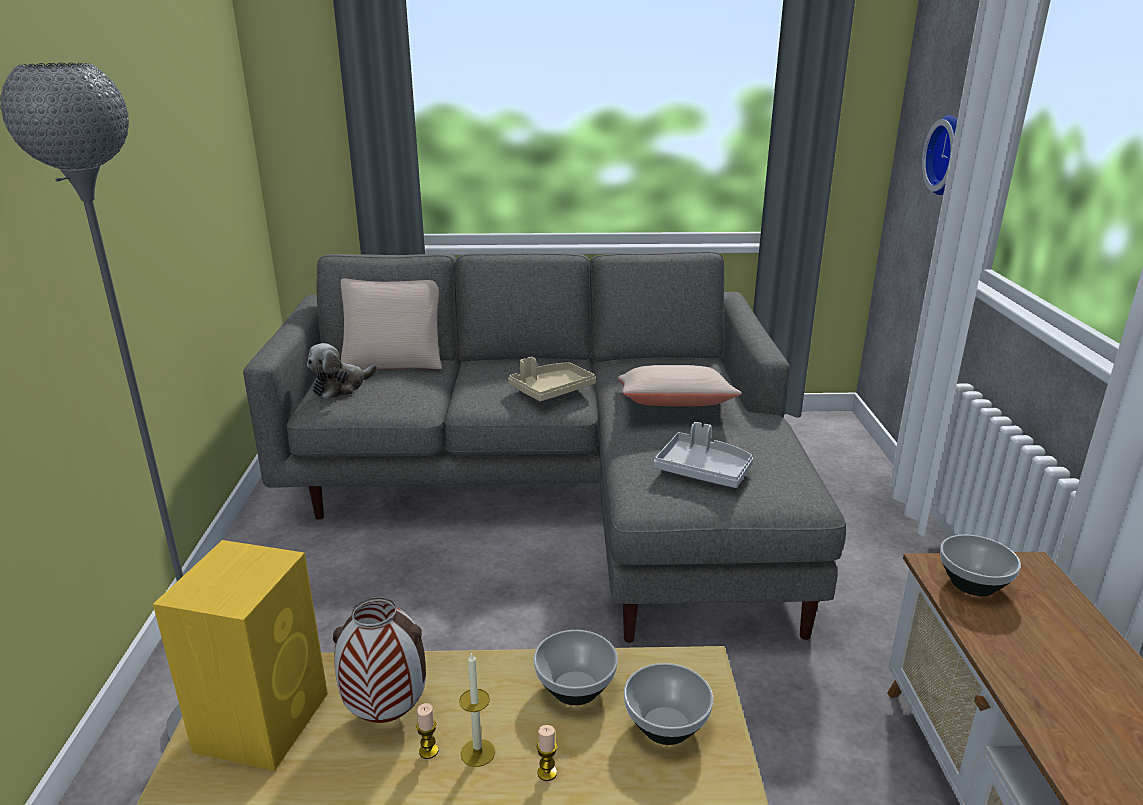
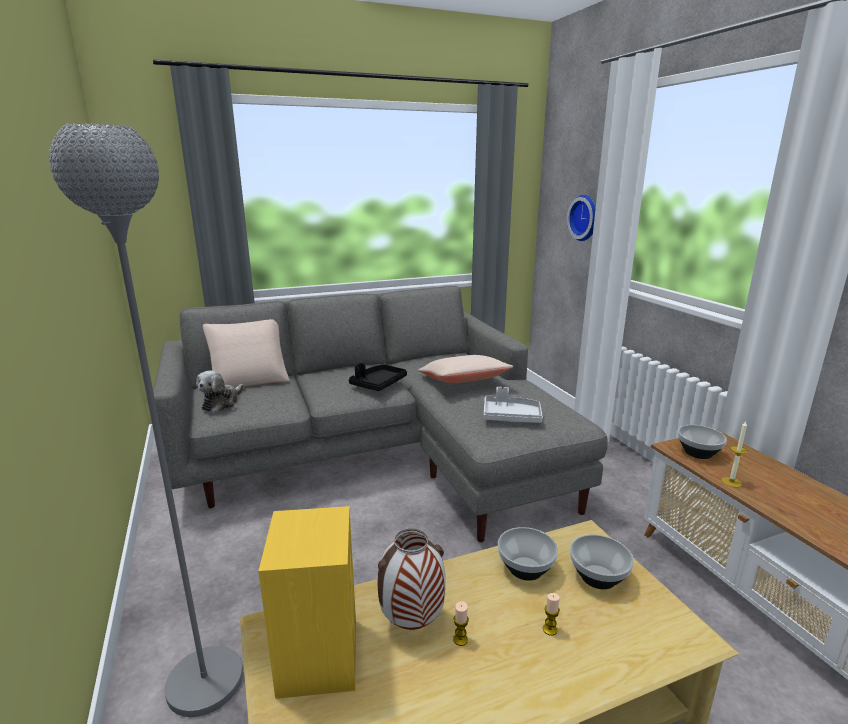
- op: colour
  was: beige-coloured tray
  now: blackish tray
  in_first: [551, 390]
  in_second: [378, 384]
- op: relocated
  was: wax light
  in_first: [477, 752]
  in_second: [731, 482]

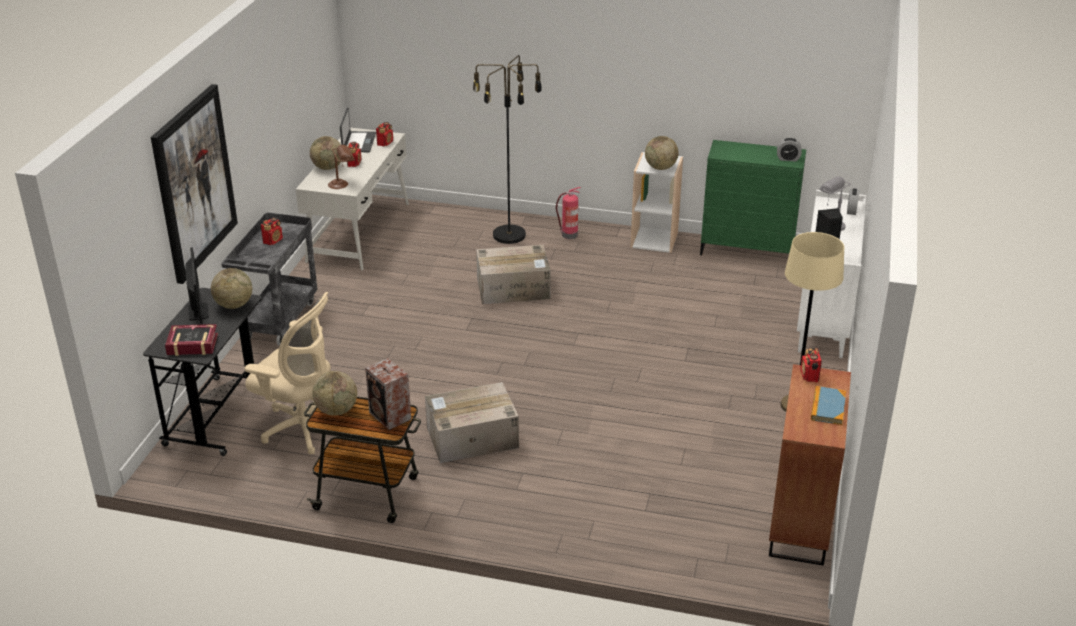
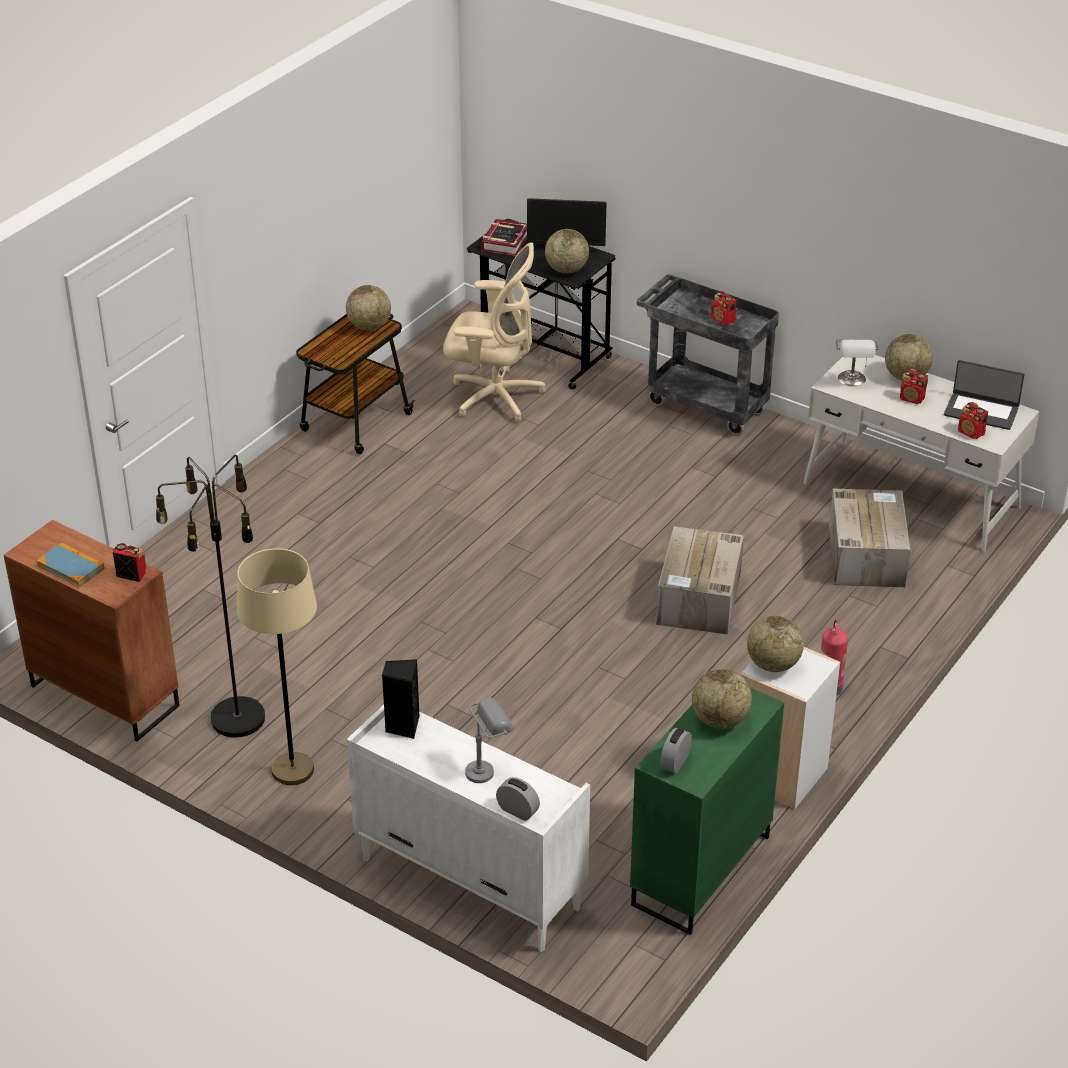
- op: relocated
  was: standard lamp
  in_first: [509, 236]
  in_second: [236, 718]
- op: spun
  was: beige-coloured computer chair
  in_first: [299, 427]
  in_second: [490, 397]
  clockwise: -120
- op: appeared
  now: desk globe
  in_second: [720, 720]
- op: relocated
  was: cardboard box
  in_first: [471, 438]
  in_second: [865, 555]
- op: colour
  was: brownish table lamp
  now: white table lamp
  in_first: [342, 183]
  in_second: [853, 382]
- op: missing
  was: wall art
  in_first: [194, 183]
- op: missing
  was: audio speaker
  in_first: [390, 417]

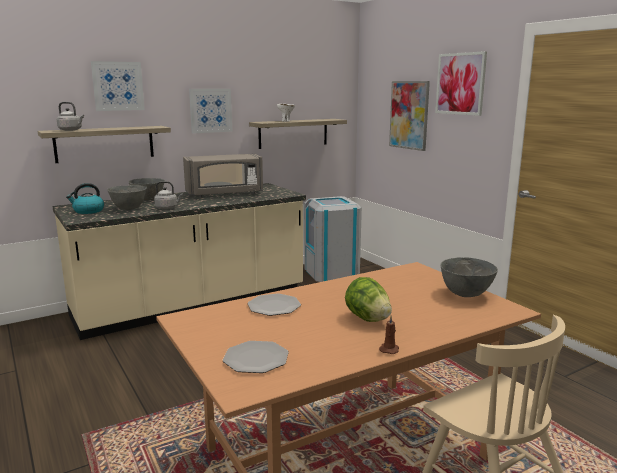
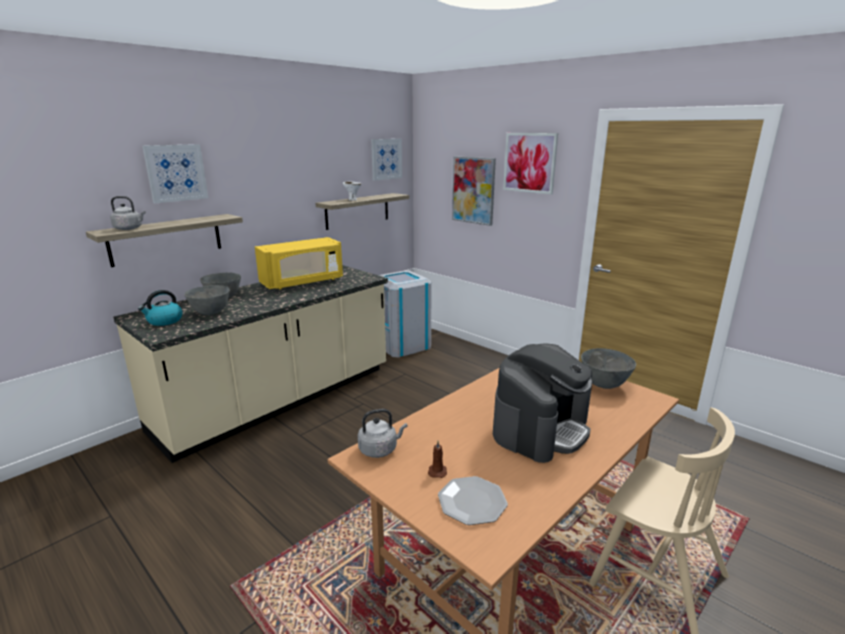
- op: colour
  was: gray microwave
  now: yellow microwave
  in_first: [224, 193]
  in_second: [303, 282]
- op: relocated
  was: gray water kettle
  in_first: [167, 208]
  in_second: [380, 449]
- op: relocated
  was: wall art
  in_first: [210, 110]
  in_second: [386, 159]
- op: relocated
  was: brownish wax light
  in_first: [389, 349]
  in_second: [437, 471]
- op: exchanged
  was: head of lettuce
  now: coffee maker
  in_first: [367, 318]
  in_second: [541, 428]
- op: missing
  was: plate
  in_first: [274, 306]

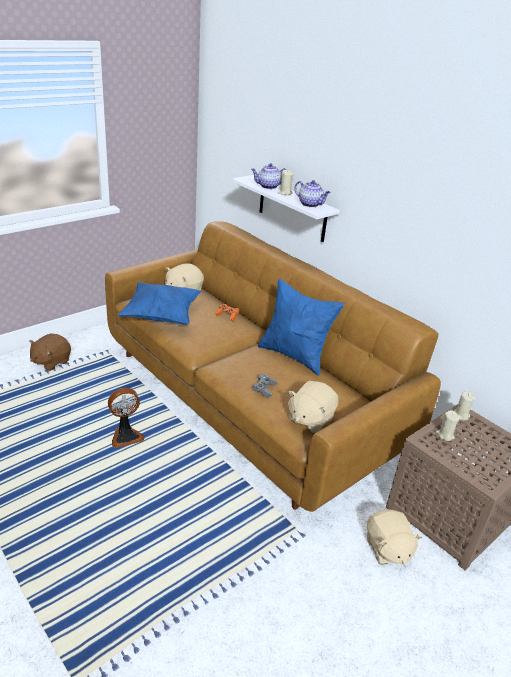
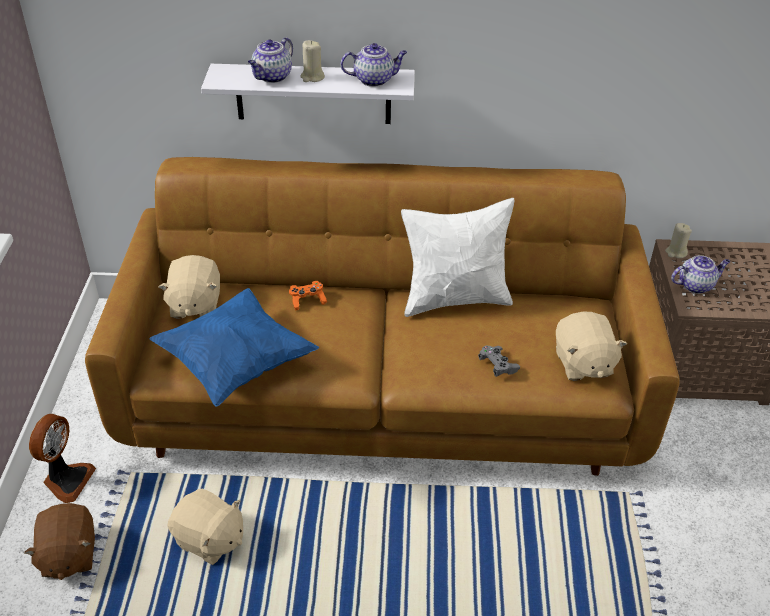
- op: relocated
  was: electric fan
  in_first: [126, 436]
  in_second: [67, 480]
- op: relocated
  was: beige-coloured soft toy
  in_first: [387, 549]
  in_second: [209, 540]
- op: colour
  was: blue-coloured throw pillow
  now: white throw pillow
  in_first: [294, 356]
  in_second: [455, 299]
- op: exchanged
  was: beige-coloured wax light
  now: teapot
  in_first: [444, 435]
  in_second: [696, 285]

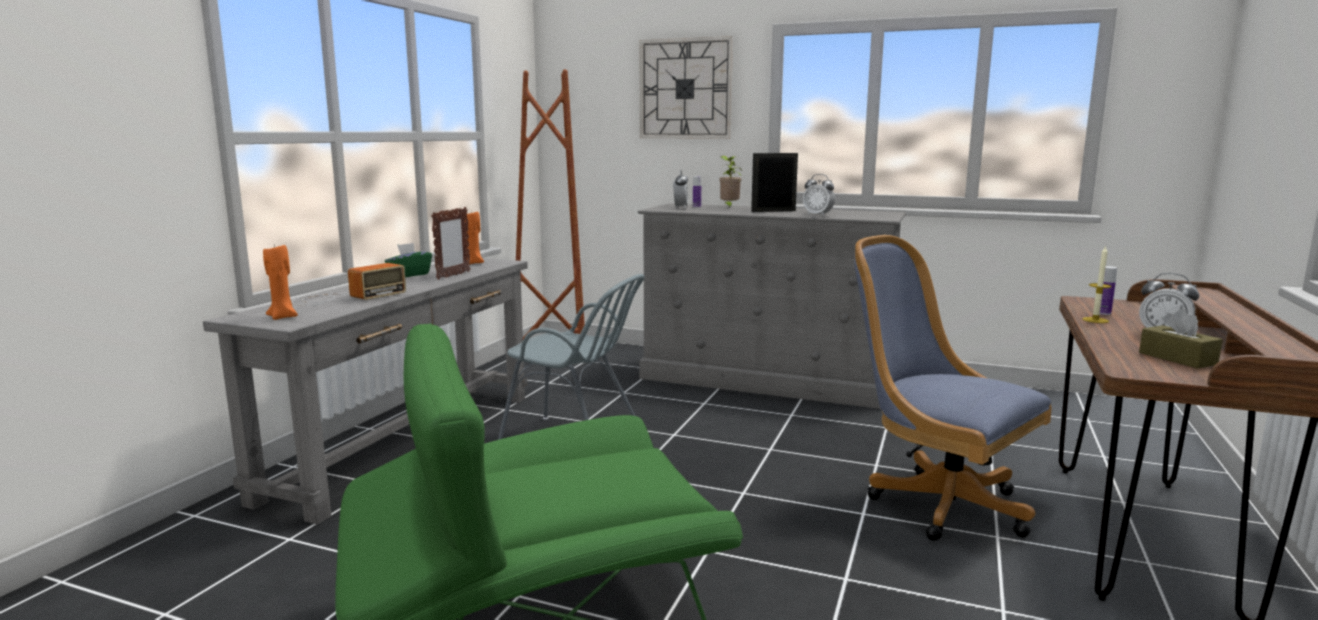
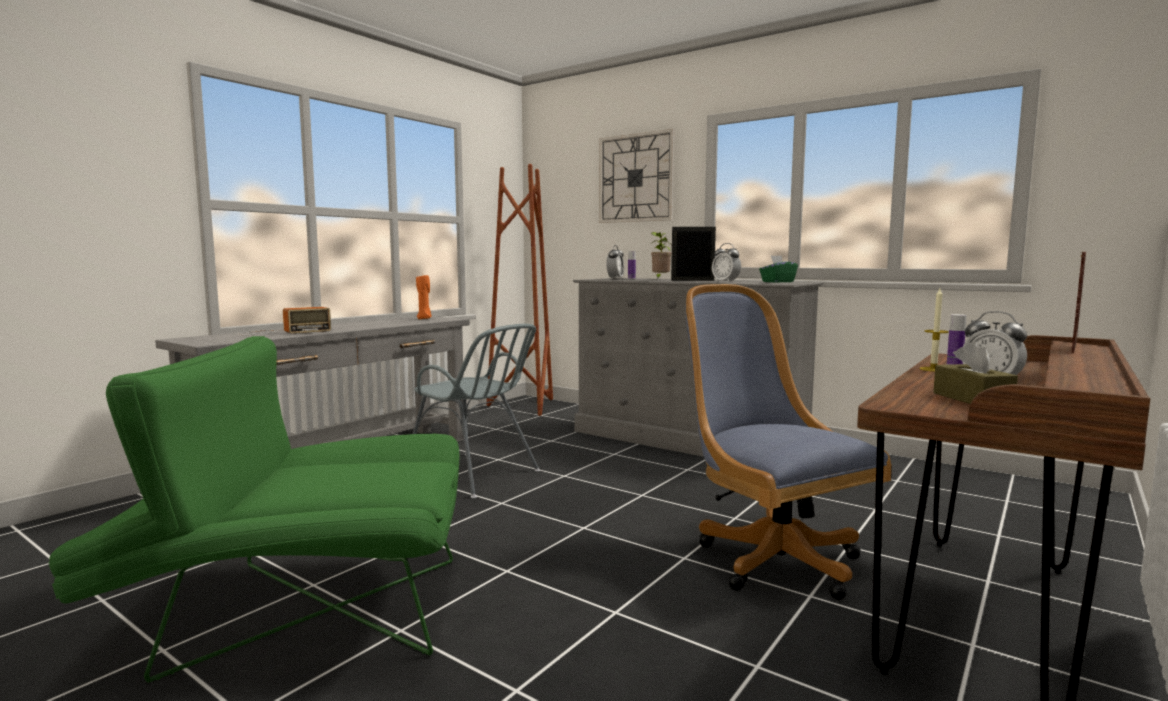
- op: relocated
  was: green-coloured box of tissues
  in_first: [409, 275]
  in_second: [777, 282]
- op: relocated
  was: photo frame
  in_first: [453, 275]
  in_second: [1073, 349]
- op: missing
  was: orange-coloured wax light
  in_first: [283, 317]

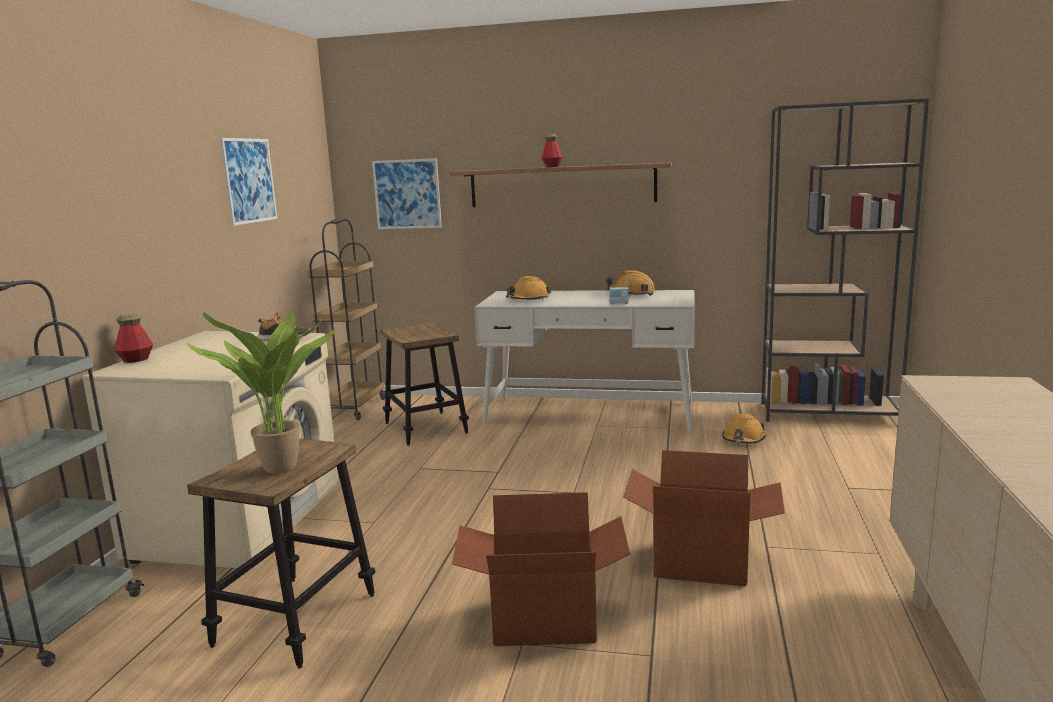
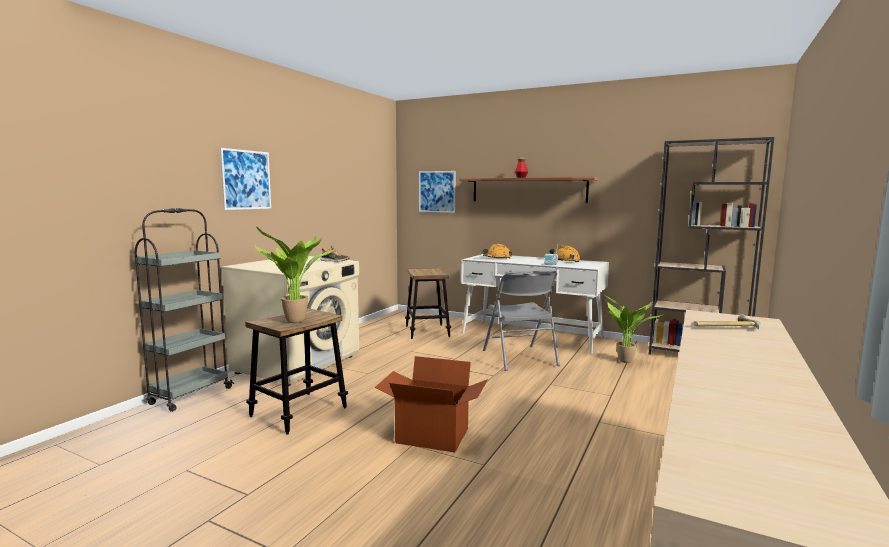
- op: relocated
  was: wall art
  in_first: [249, 180]
  in_second: [246, 180]
- op: appeared
  now: gray chair
  in_second: [519, 358]
- op: exchanged
  was: orange-coloured safety helmet
  now: potted plant
  in_first: [743, 439]
  in_second: [625, 362]
- op: appeared
  now: hand hammer
  in_second: [725, 327]
- op: missing
  was: bottle
  in_first: [136, 360]
- op: missing
  was: brownish wheeled cart
  in_first: [355, 409]
- op: missing
  was: cardboard box
  in_first: [701, 562]

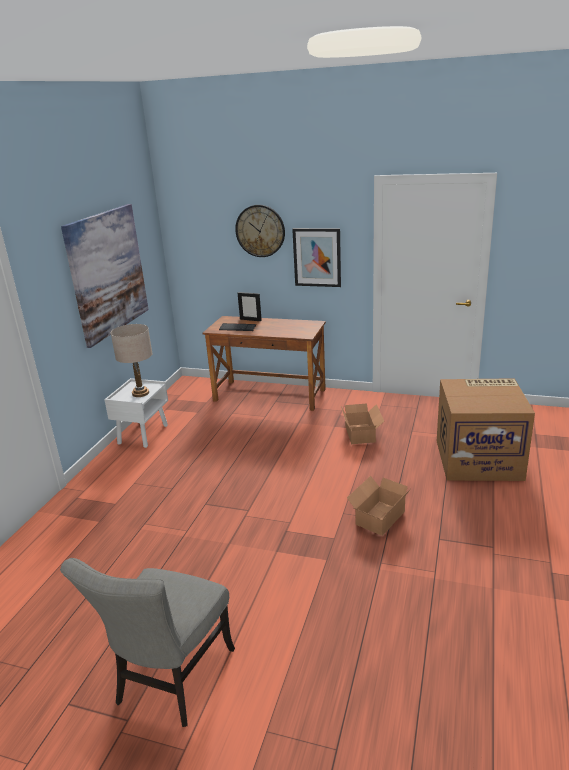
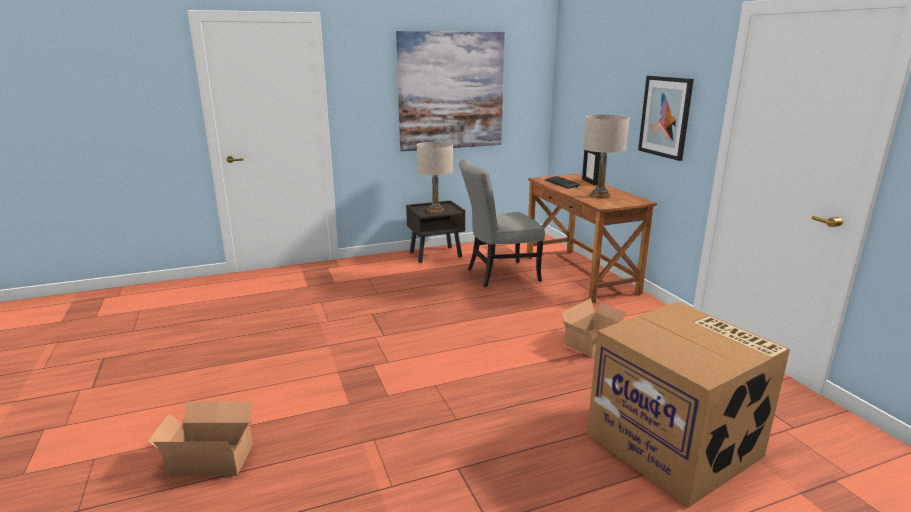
- op: relocated
  was: cardboard box
  in_first: [378, 518]
  in_second: [210, 457]
- op: colour
  was: white nightstand
  now: brownish nightstand
  in_first: [143, 434]
  in_second: [436, 254]
- op: relocated
  was: gray chair
  in_first: [170, 680]
  in_second: [498, 275]
- op: appeared
  now: beige-coloured table lamp
  in_second: [600, 196]
- op: missing
  was: hanging clock
  in_first: [260, 231]

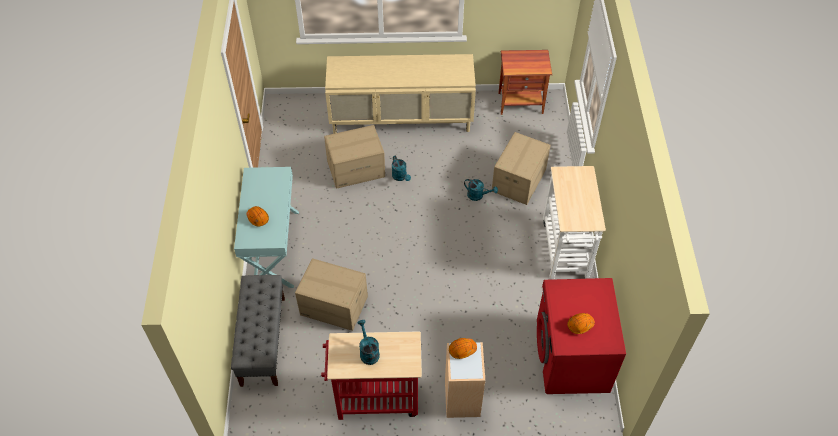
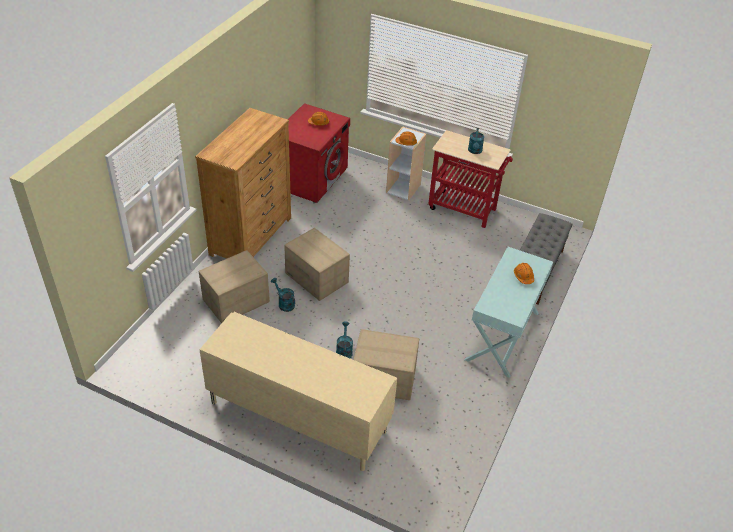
- op: exchanged
  was: white wheeled cart
  now: brownish dresser
  in_first: [565, 250]
  in_second: [251, 236]
- op: relocated
  was: cardboard box
  in_first: [333, 306]
  in_second: [317, 277]
- op: missing
  was: nightstand
  in_first: [521, 102]

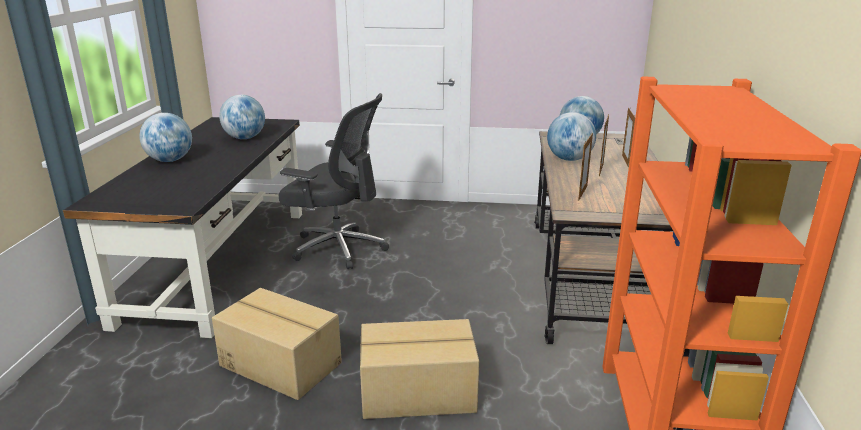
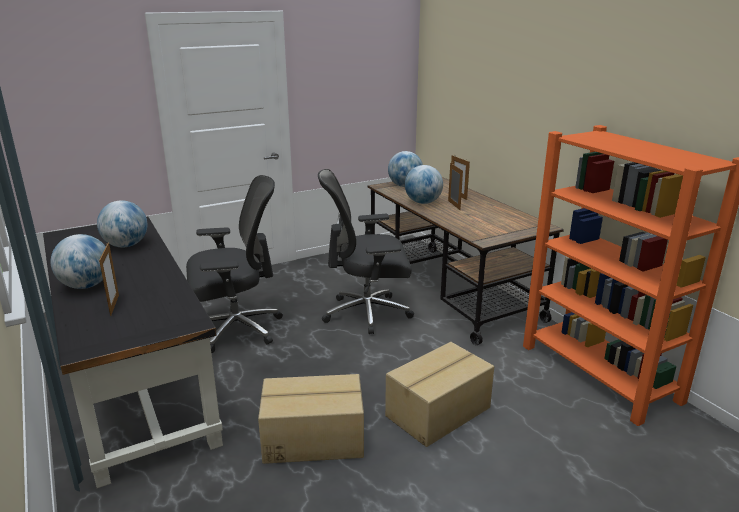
- op: relocated
  was: photo frame
  in_first: [582, 193]
  in_second: [114, 305]
- op: appeared
  now: computer chair
  in_second: [368, 313]

